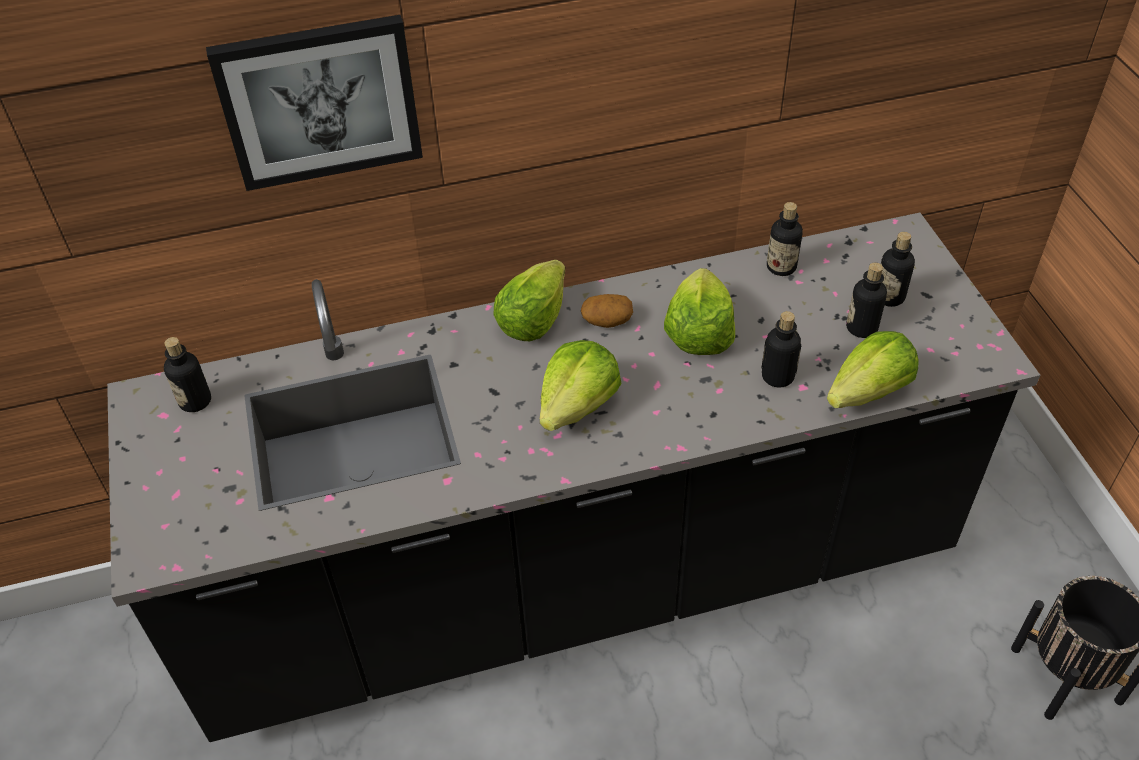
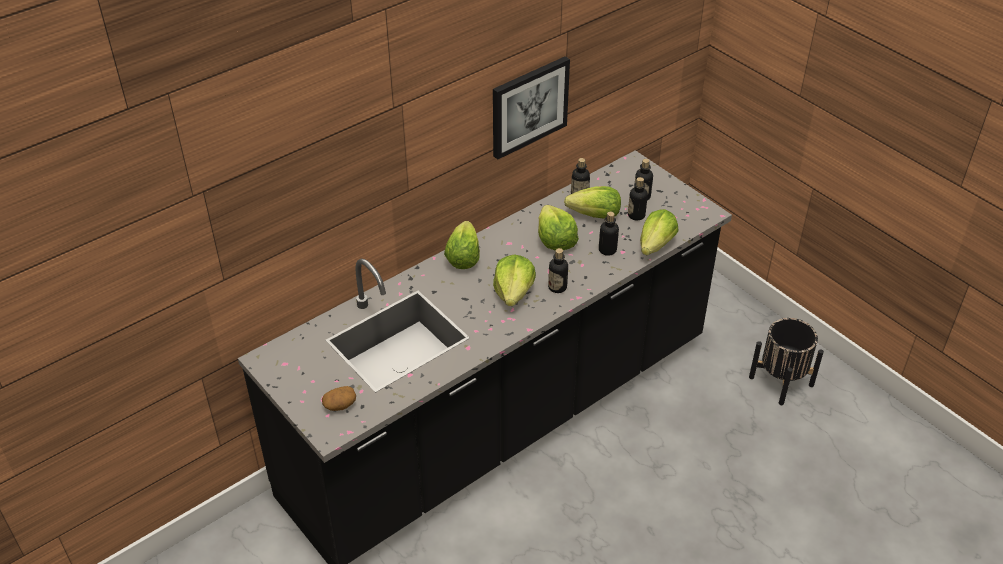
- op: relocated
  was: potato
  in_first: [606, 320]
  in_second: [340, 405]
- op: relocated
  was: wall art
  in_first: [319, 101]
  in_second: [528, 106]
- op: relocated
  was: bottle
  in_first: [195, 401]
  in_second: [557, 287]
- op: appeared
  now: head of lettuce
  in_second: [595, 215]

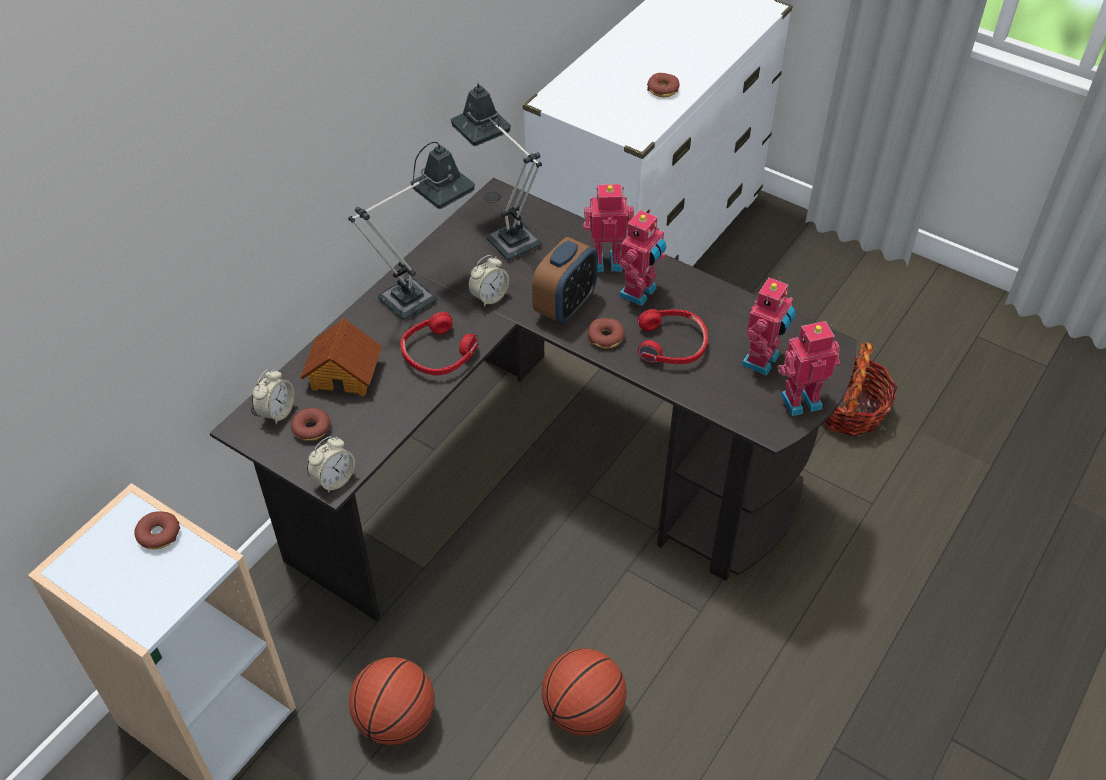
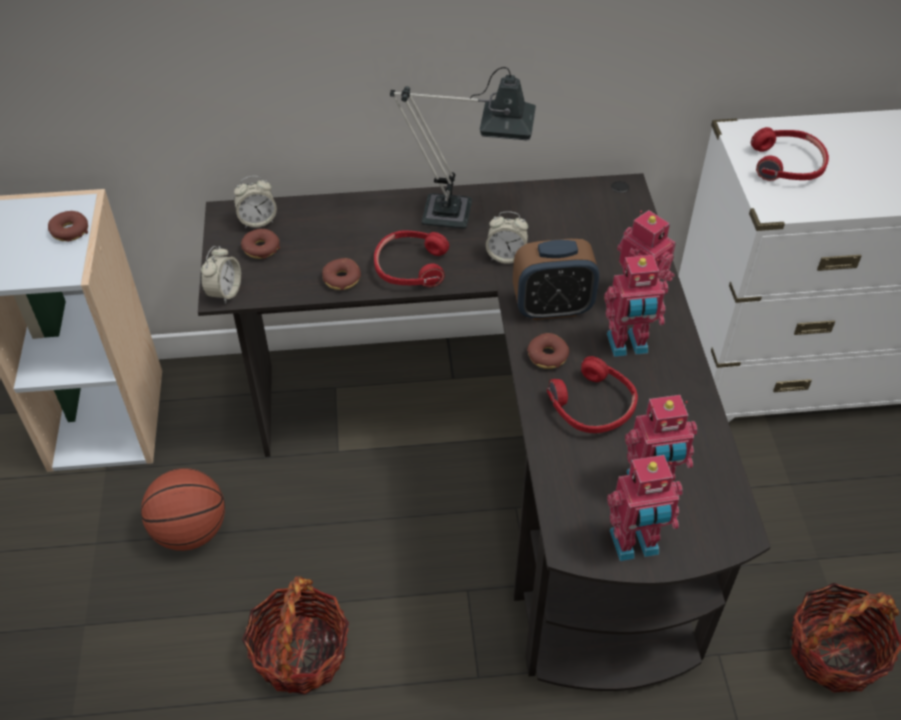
- op: spun
  was: alarm clock
  in_first: [334, 479]
  in_second: [224, 292]
  clockwise: -75
- op: exchanged
  was: basketball
  now: household basket
  in_first: [583, 710]
  in_second: [301, 653]
- op: relocated
  was: ring doughnut
  in_first: [663, 90]
  in_second: [342, 279]
- op: spun
  was: model robot
  in_first: [799, 399]
  in_second: [635, 545]
  clockwise: 135
- op: appeared
  now: red-coloured pair of headphones
  in_second: [787, 164]
- op: missing
  was: toy house
  in_first: [345, 373]
- op: missing
  was: table lamp
  in_first: [506, 235]

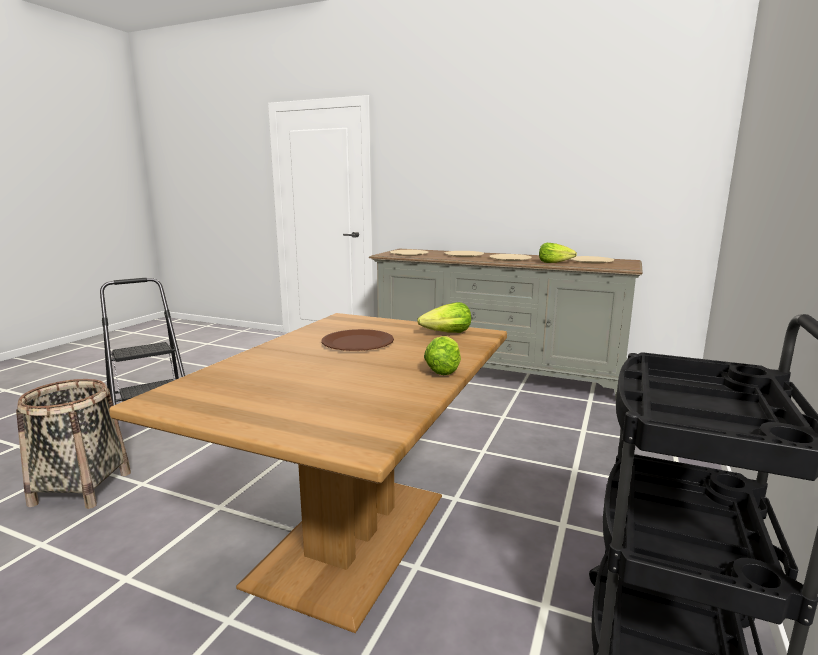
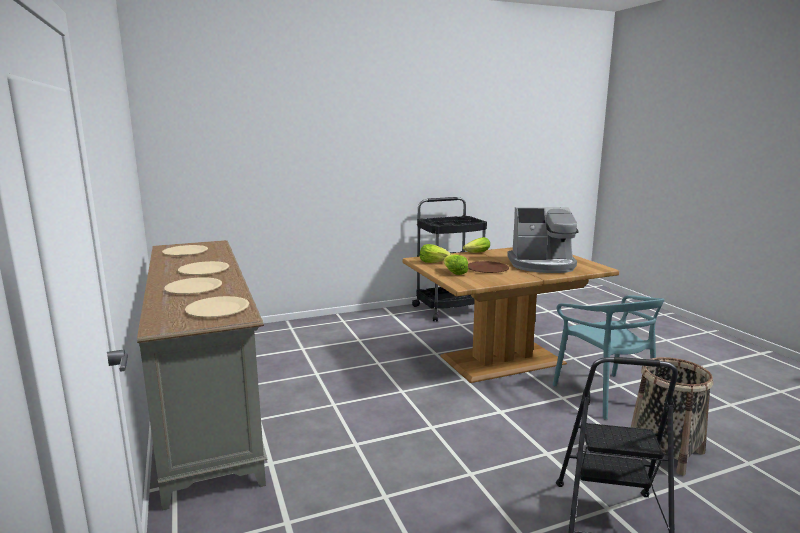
- op: relocated
  was: head of lettuce
  in_first: [554, 263]
  in_second: [454, 272]
- op: appeared
  now: coffee maker
  in_second: [542, 265]
- op: appeared
  now: blue-green chair
  in_second: [605, 395]

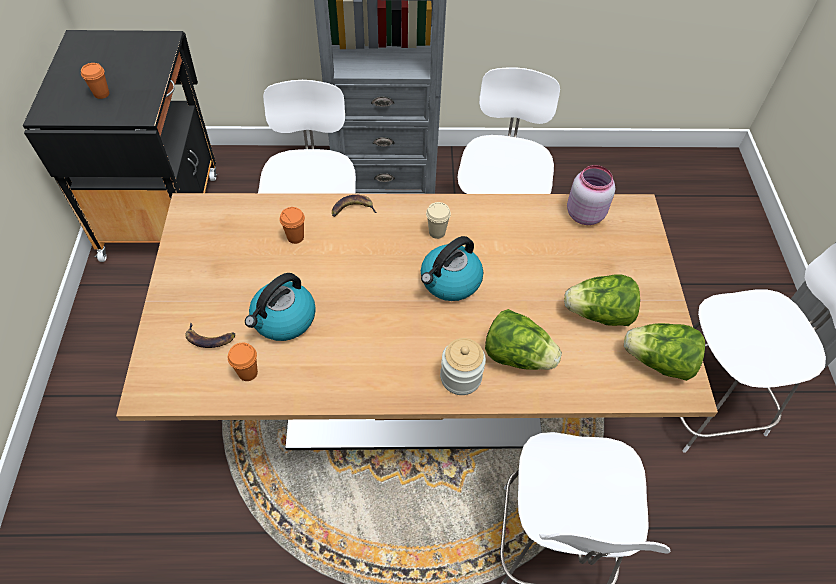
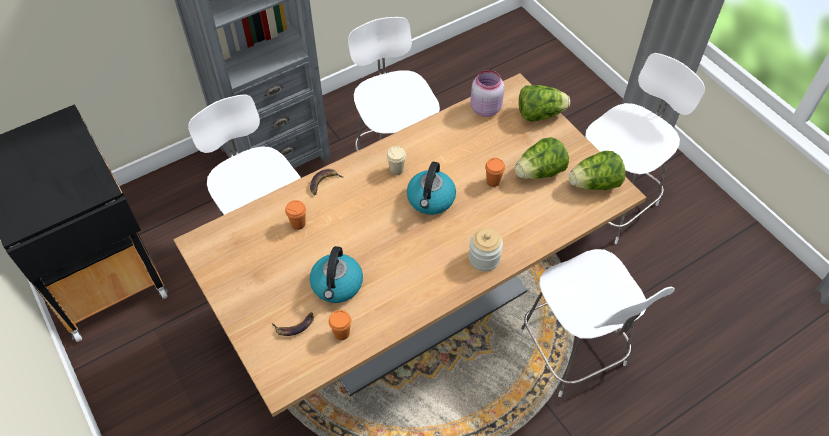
- op: relocated
  was: orange-coloured small cup
  in_first: [101, 94]
  in_second: [493, 181]
- op: relocated
  was: head of lettuce
  in_first: [517, 356]
  in_second: [539, 114]

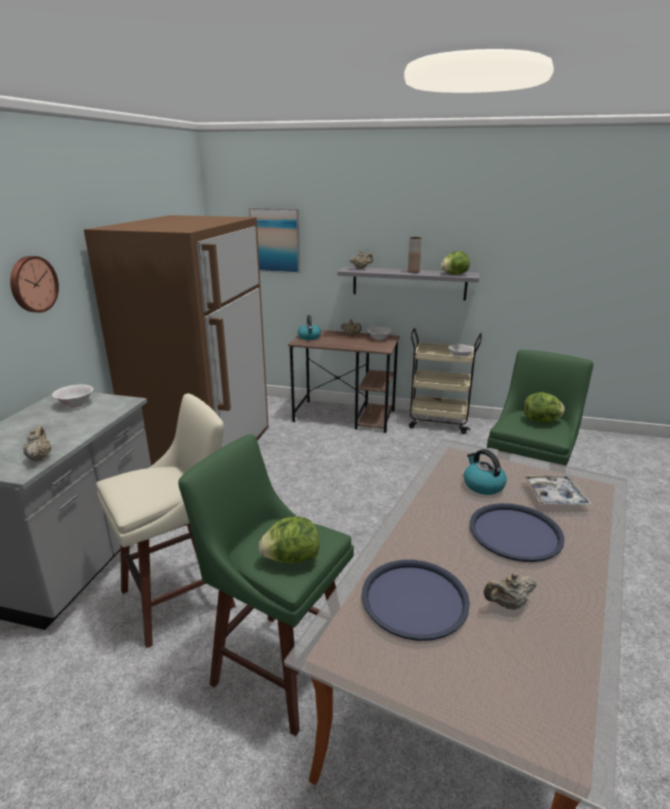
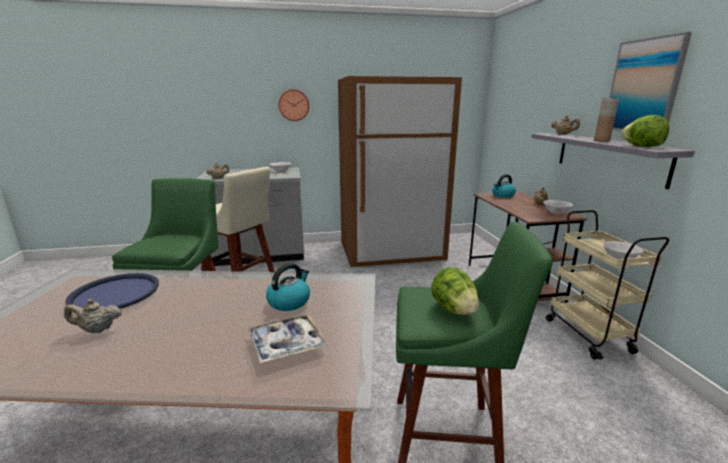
- op: spun
  was: beige-coloured teapot
  in_first: [507, 604]
  in_second: [97, 330]
  clockwise: -60
- op: relocated
  was: wall art
  in_first: [275, 240]
  in_second: [644, 86]
- op: missing
  was: head of lettuce
  in_first: [291, 559]
- op: missing
  was: blue-coloured tray
  in_first: [515, 533]

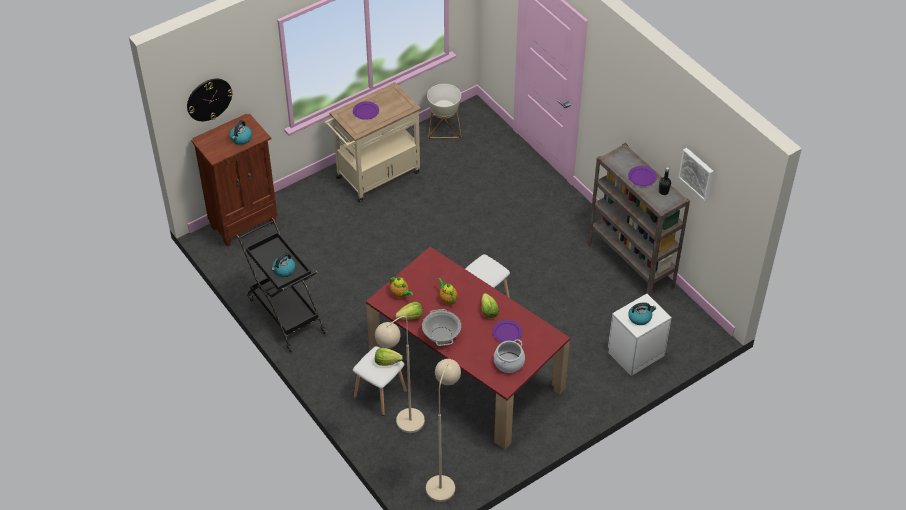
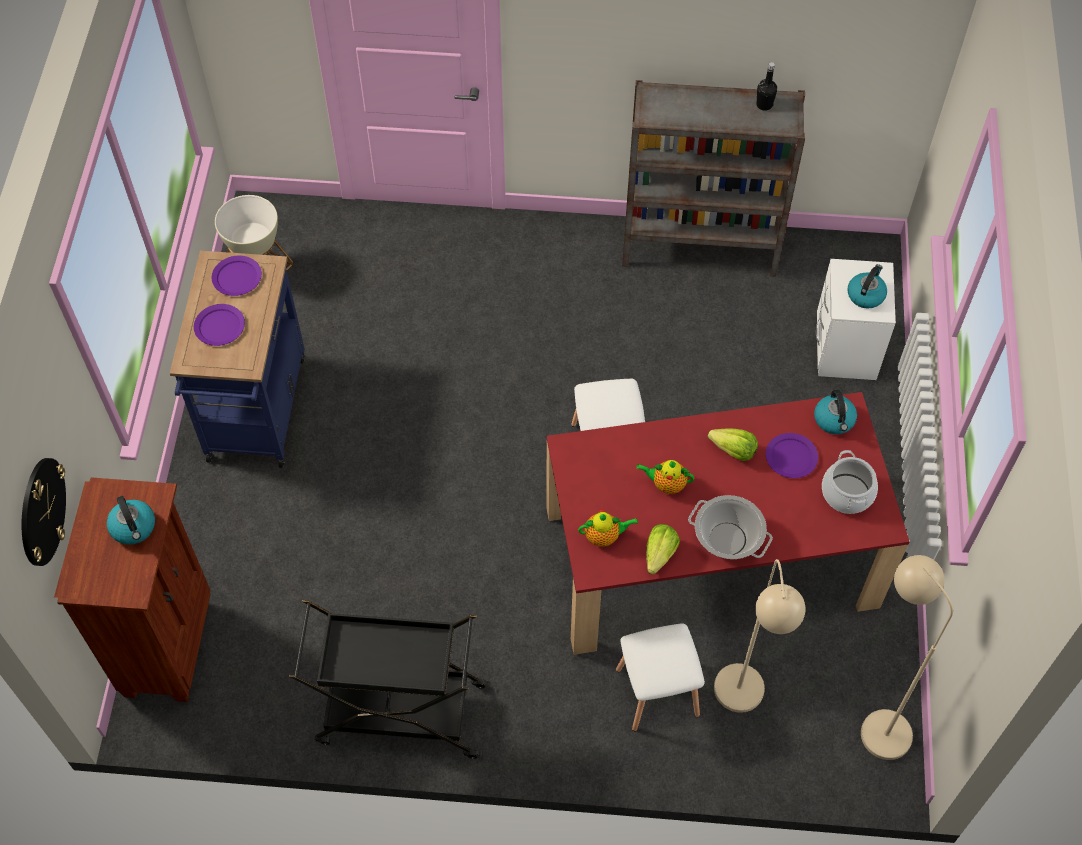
- op: colour
  was: beige-coloured wheeled cart
  now: blue-coloured wheeled cart
  in_first: [376, 177]
  in_second: [256, 413]
- op: relocated
  was: purple plate
  in_first: [642, 177]
  in_second: [236, 277]
- op: relocated
  was: water kettle
  in_first: [284, 270]
  in_second: [834, 420]
- op: missing
  was: head of lettuce
  in_first: [387, 361]
- op: missing
  was: wall art
  in_first: [697, 173]

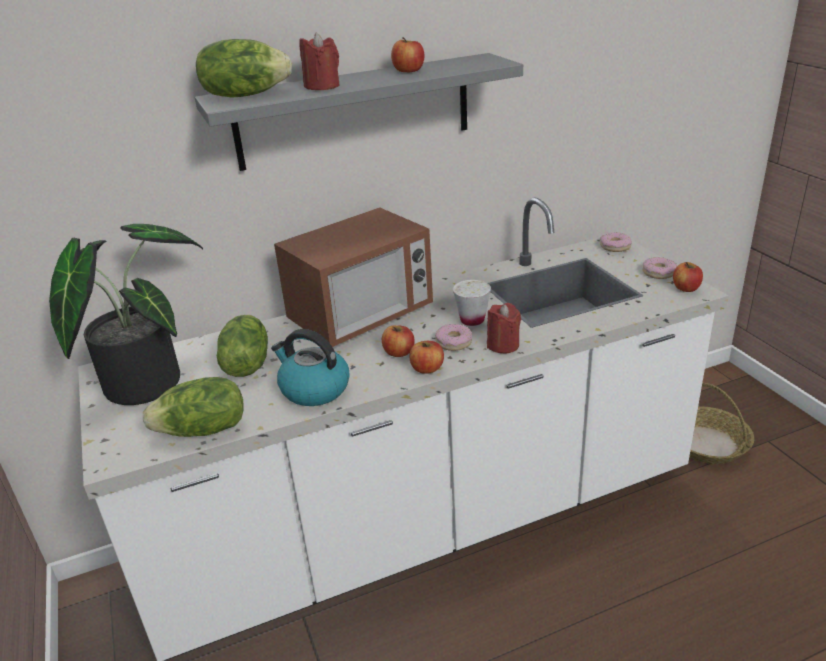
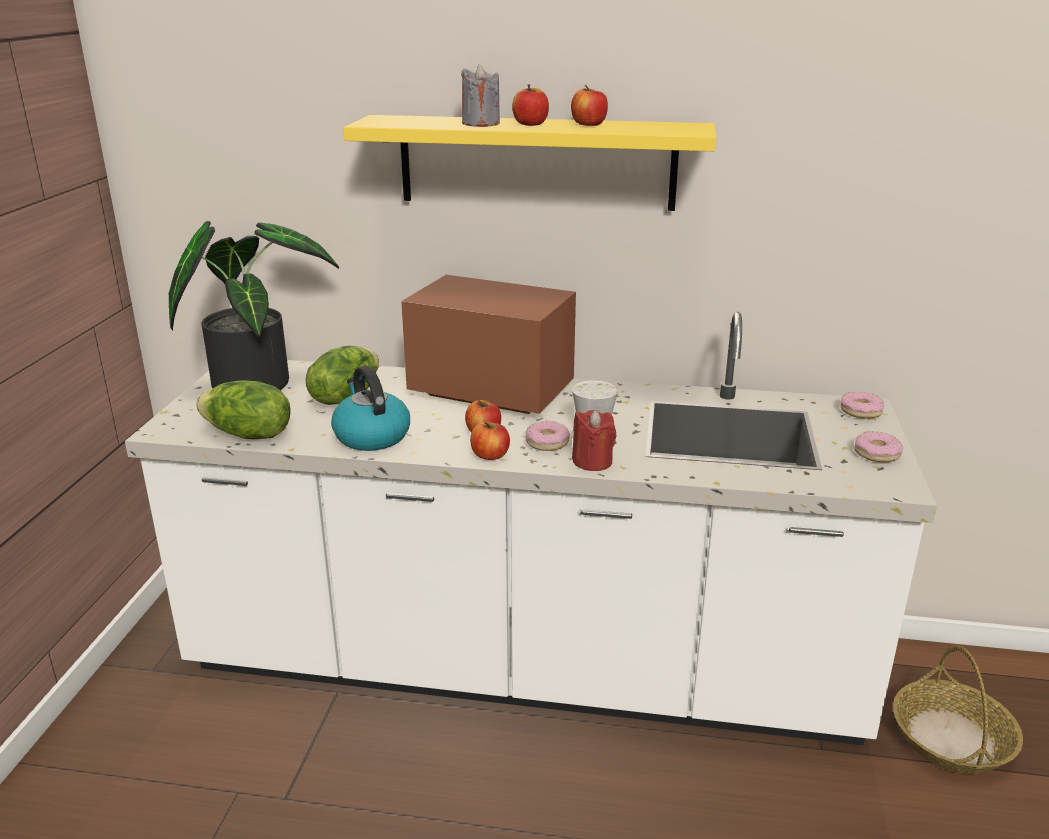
- op: colour
  was: gray shelf
  now: yellow shelf
  in_first: [354, 111]
  in_second: [537, 162]
- op: spun
  was: microwave
  in_first: [361, 317]
  in_second: [491, 392]
  clockwise: -150
- op: colour
  was: red-coloured wax light
  now: gray wax light
  in_first: [322, 86]
  in_second: [481, 123]
- op: relocated
  was: apple
  in_first: [686, 288]
  in_second: [530, 124]
- op: missing
  was: head of lettuce
  in_first: [245, 95]

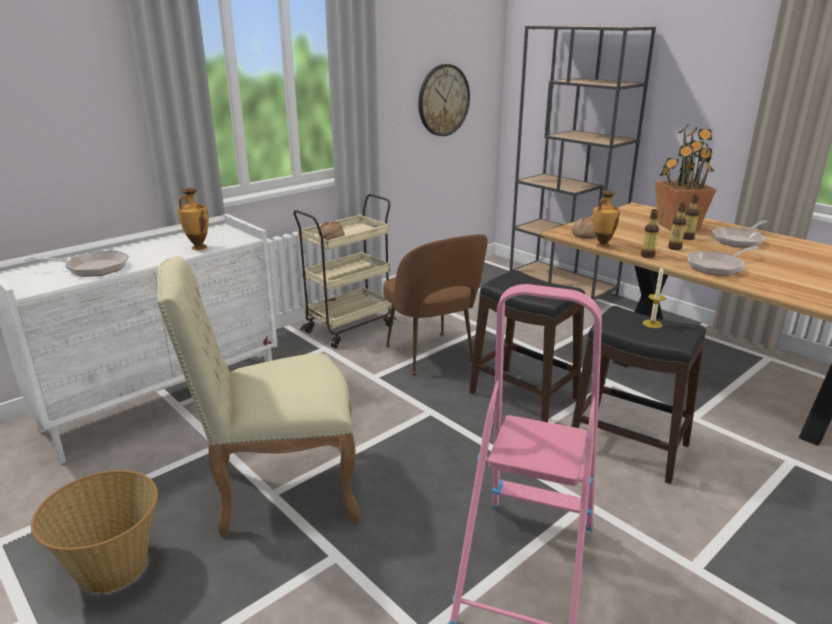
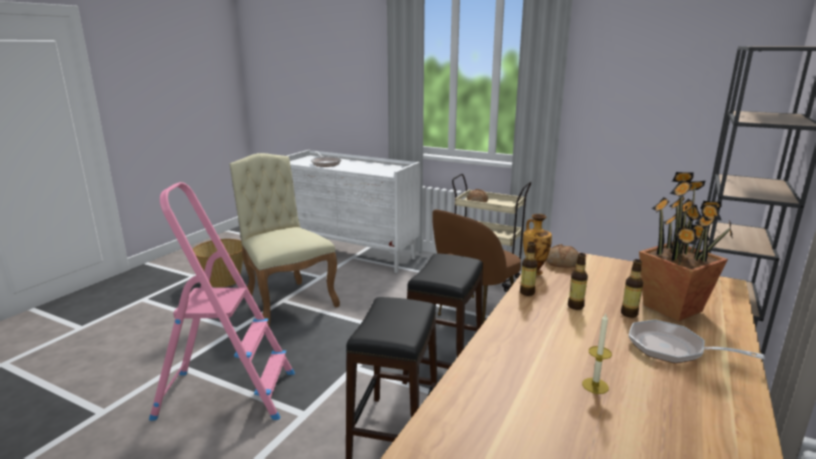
- op: relocated
  was: wax light
  in_first: [652, 324]
  in_second: [595, 386]
- op: missing
  was: vase
  in_first: [198, 248]
- op: missing
  was: hanging clock
  in_first: [443, 100]
- op: missing
  was: pan
  in_first: [717, 267]

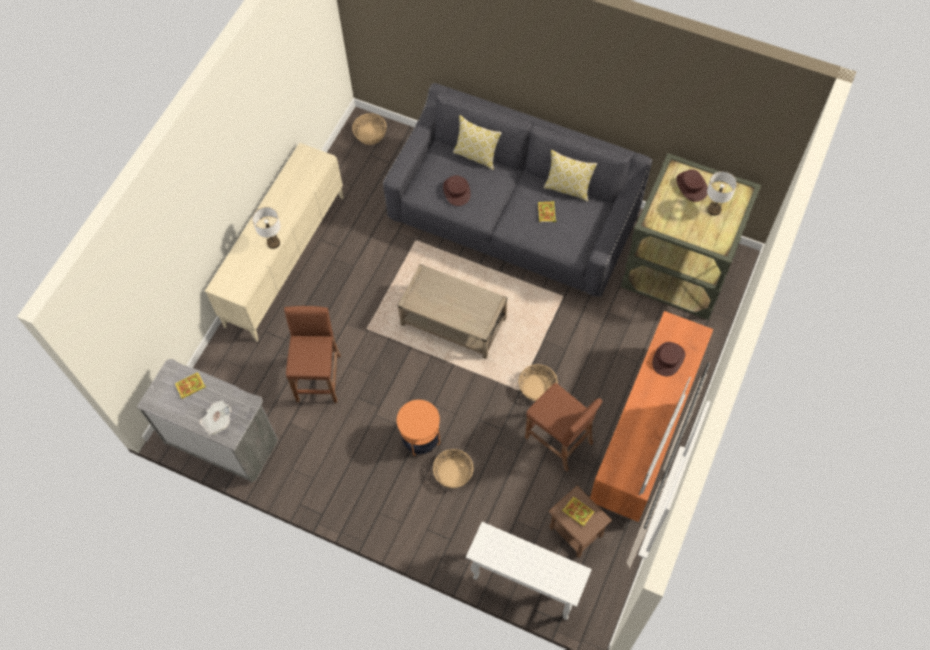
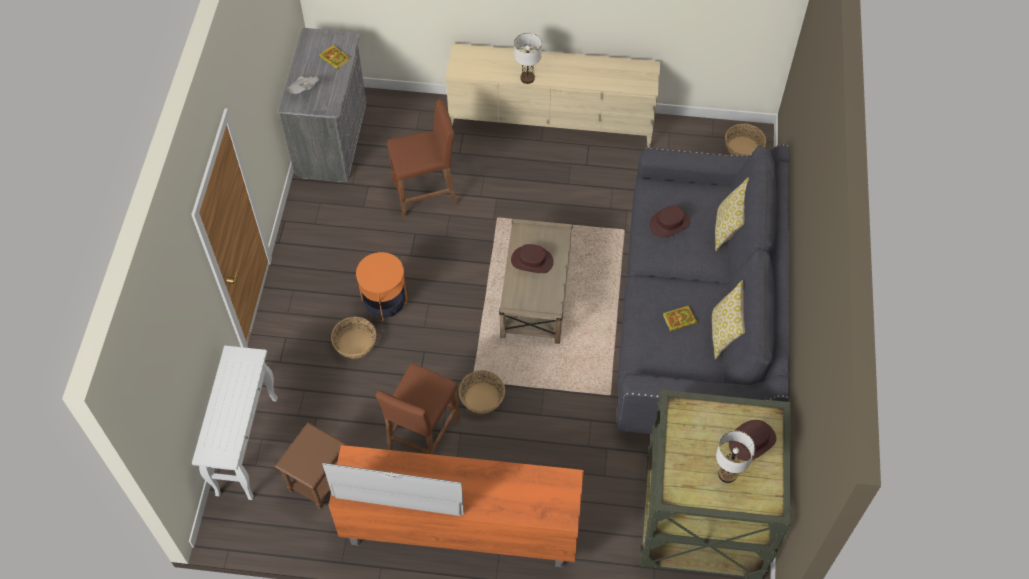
- op: relocated
  was: brownish hat
  in_first: [668, 359]
  in_second: [532, 261]
- op: missing
  was: book
  in_first: [577, 511]

